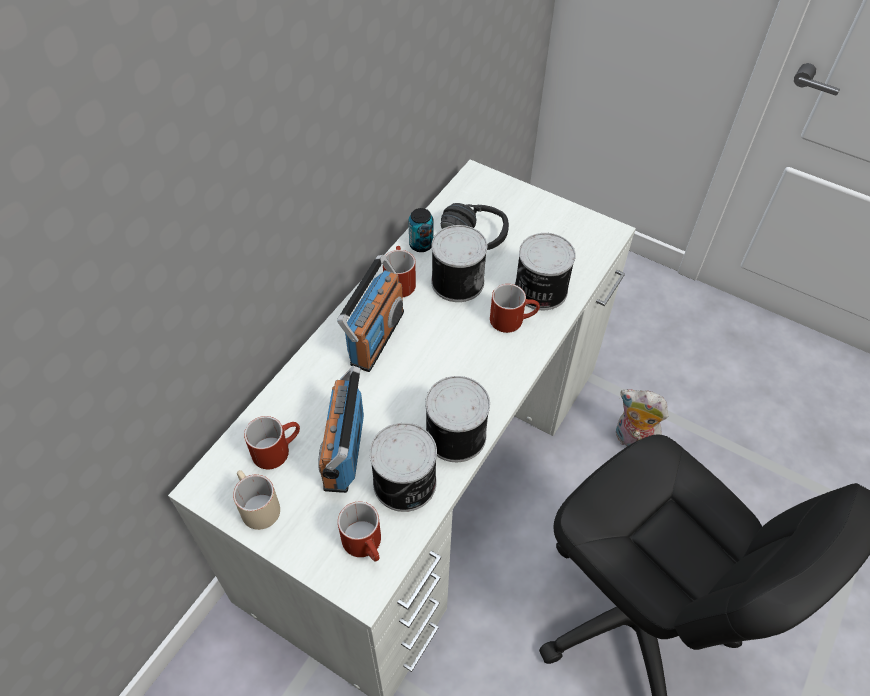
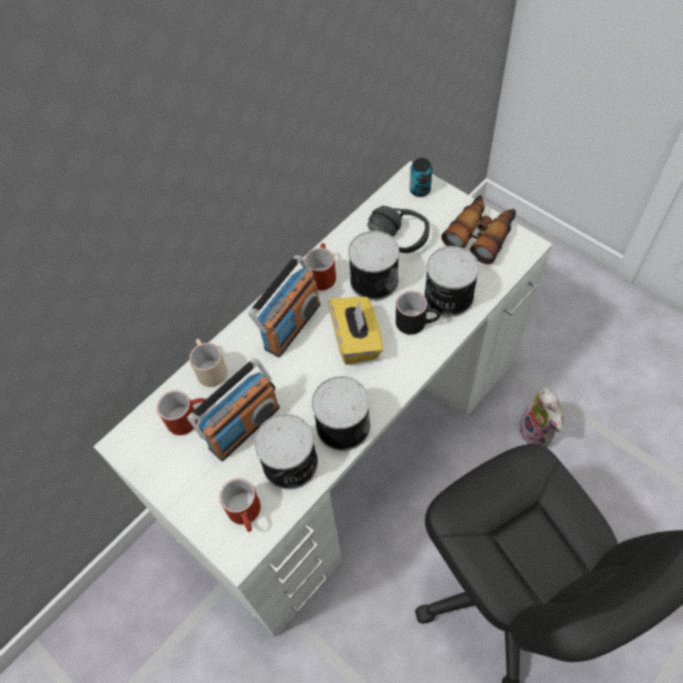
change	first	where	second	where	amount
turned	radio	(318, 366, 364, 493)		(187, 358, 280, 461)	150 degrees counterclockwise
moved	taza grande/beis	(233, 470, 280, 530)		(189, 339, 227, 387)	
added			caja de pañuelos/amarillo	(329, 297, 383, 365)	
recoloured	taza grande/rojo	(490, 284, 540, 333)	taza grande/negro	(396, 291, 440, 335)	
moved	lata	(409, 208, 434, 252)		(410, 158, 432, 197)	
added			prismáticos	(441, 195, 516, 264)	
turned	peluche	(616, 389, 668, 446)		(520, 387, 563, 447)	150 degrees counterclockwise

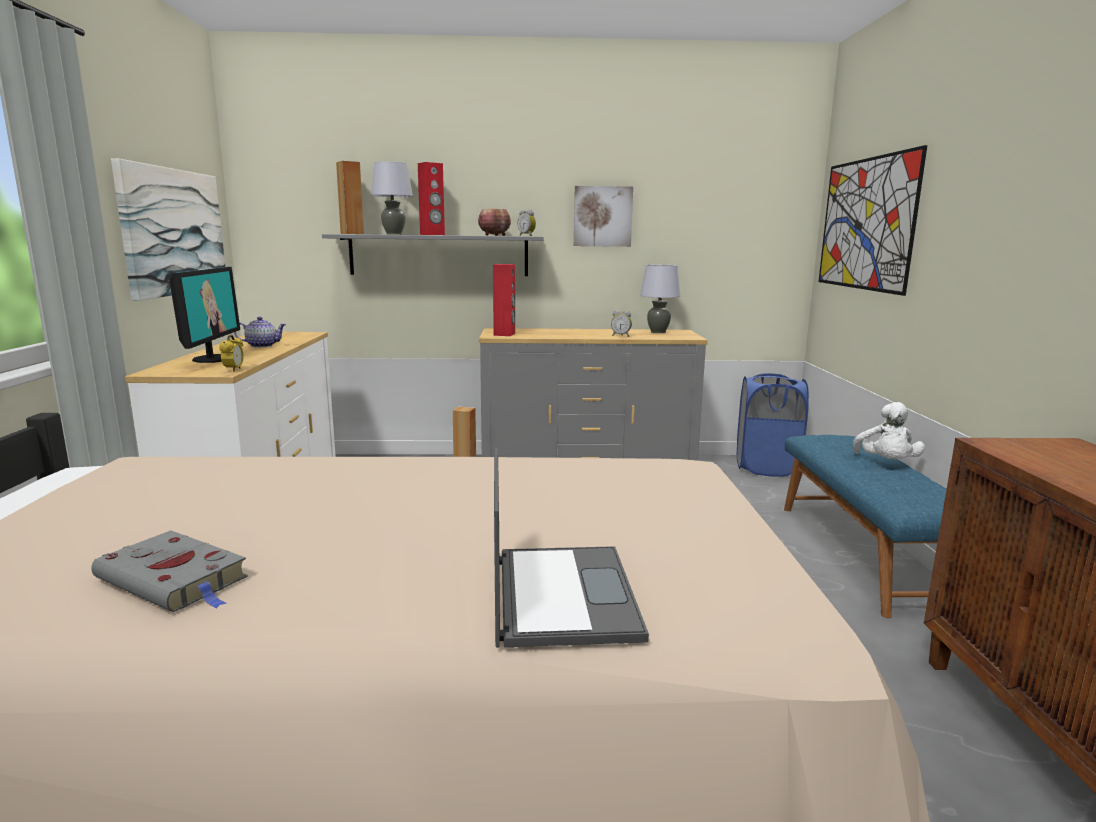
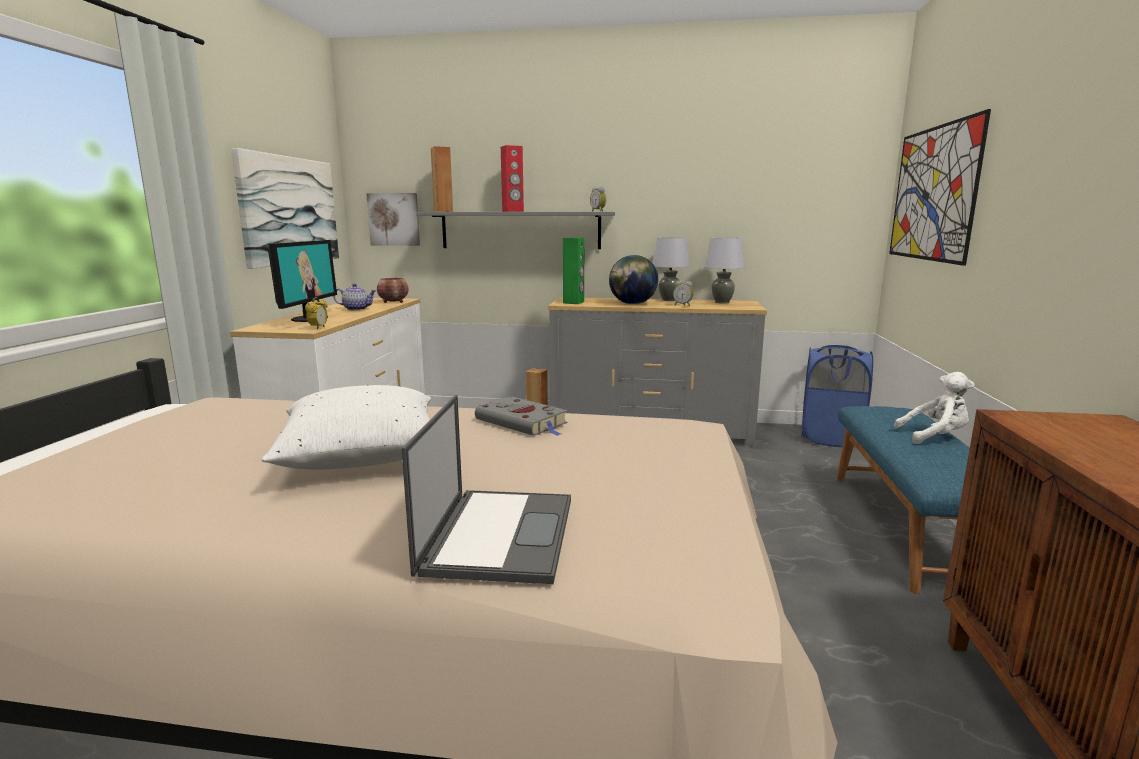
change	first	where	second	where	amount
added			cojín/blanco	(261, 385, 431, 470)	
moved	cuadro	(574, 186, 633, 247)		(366, 193, 420, 246)	
moved	cuenco	(478, 209, 511, 236)		(377, 278, 409, 303)	
moved	libro/gris	(91, 530, 248, 612)		(475, 396, 567, 436)	
recoloured	altavoz/rojo	(493, 264, 515, 336)	altavoz/verde	(563, 238, 585, 304)	
added			globo terráqueo	(609, 255, 658, 304)	
moved	lámpara de mesa/gris	(371, 162, 413, 235)		(652, 237, 690, 301)	
turned	peluche/blanco	(853, 402, 925, 459)		(894, 372, 975, 444)	105 degrees counterclockwise

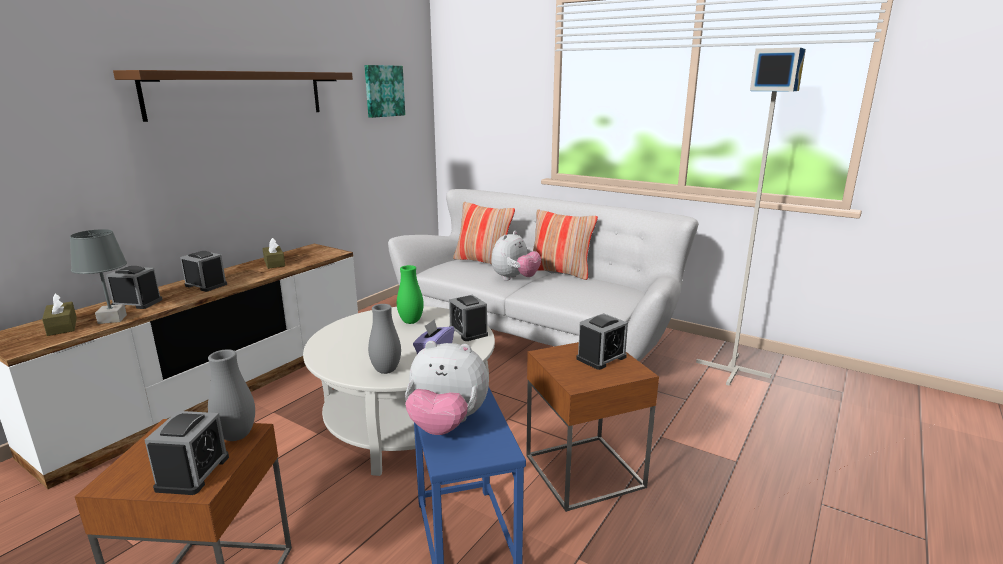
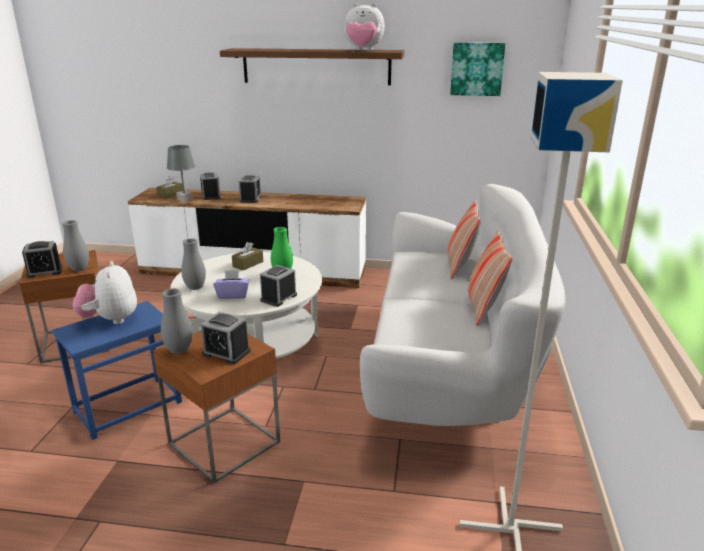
change	first	where	second	where	amount
added			florero/gris	(161, 289, 193, 354)	
moved	caja de pañuelos/marrón	(262, 238, 285, 269)		(232, 242, 263, 270)	
moved	peluche	(491, 231, 541, 280)		(344, 3, 385, 50)	

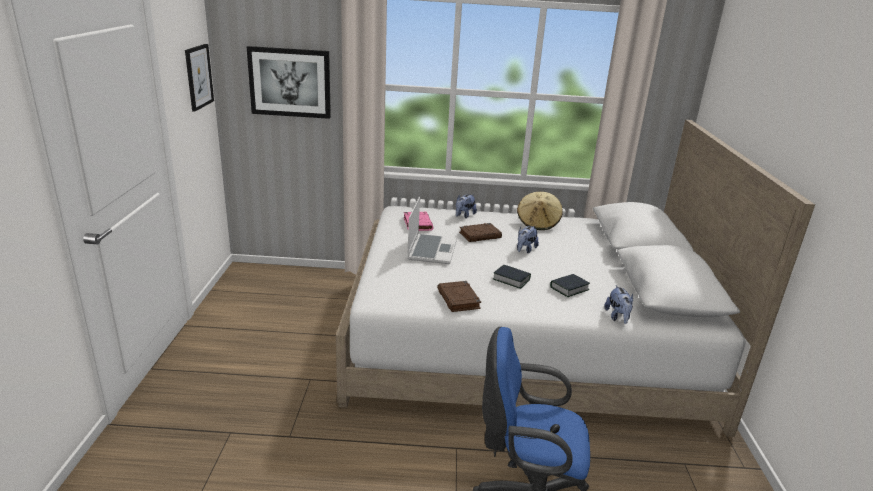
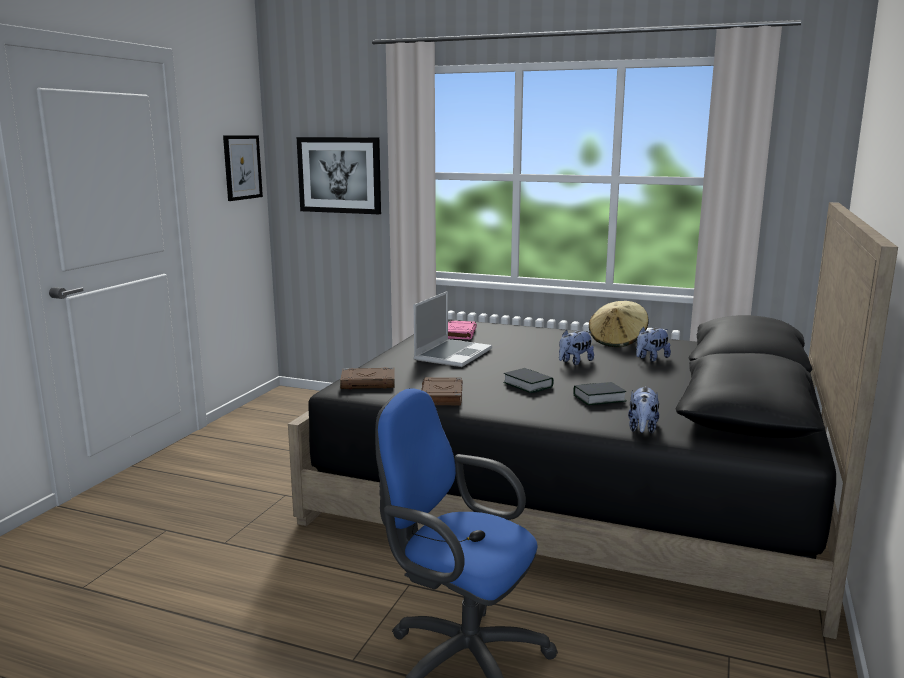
change	first	where	second	where	amount
recoloured	cama/blanco	(336, 120, 815, 437)	cama/negro	(288, 202, 898, 639)	
moved	libro/marrón	(459, 223, 502, 242)		(340, 367, 395, 389)	
moved	peluche	(456, 194, 477, 218)		(636, 326, 671, 362)	

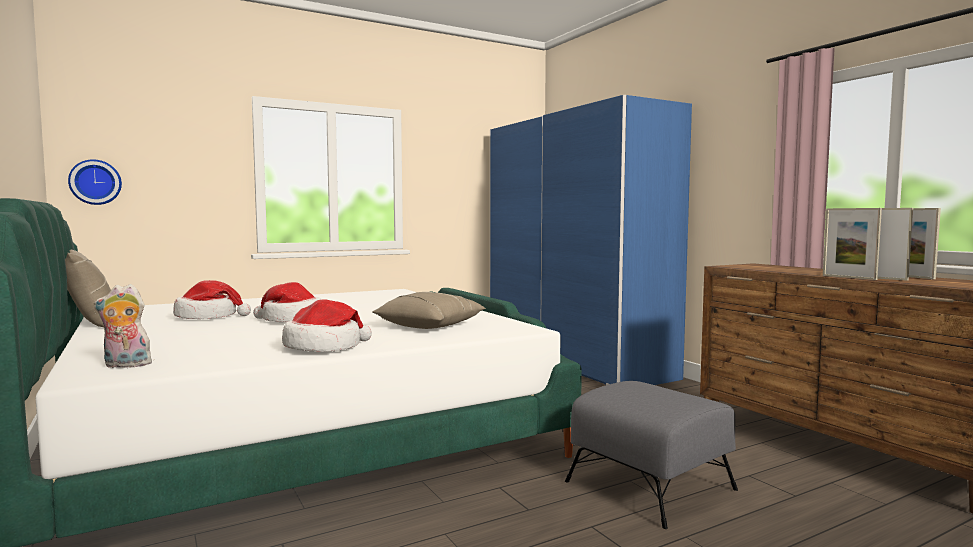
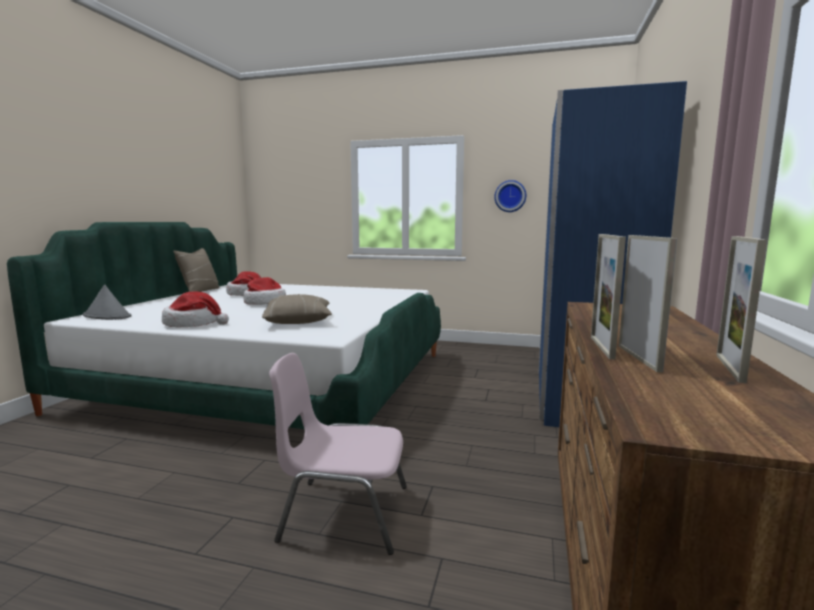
change	first	where	second	where	amount
replaced	peluche	(94, 284, 152, 369)	sombrero/gris	(83, 284, 132, 320)	
replaced	puf/gris	(565, 381, 738, 529)	silla/rosa	(269, 353, 407, 555)	
moved	reloj de pared	(68, 159, 122, 205)		(494, 180, 526, 212)	

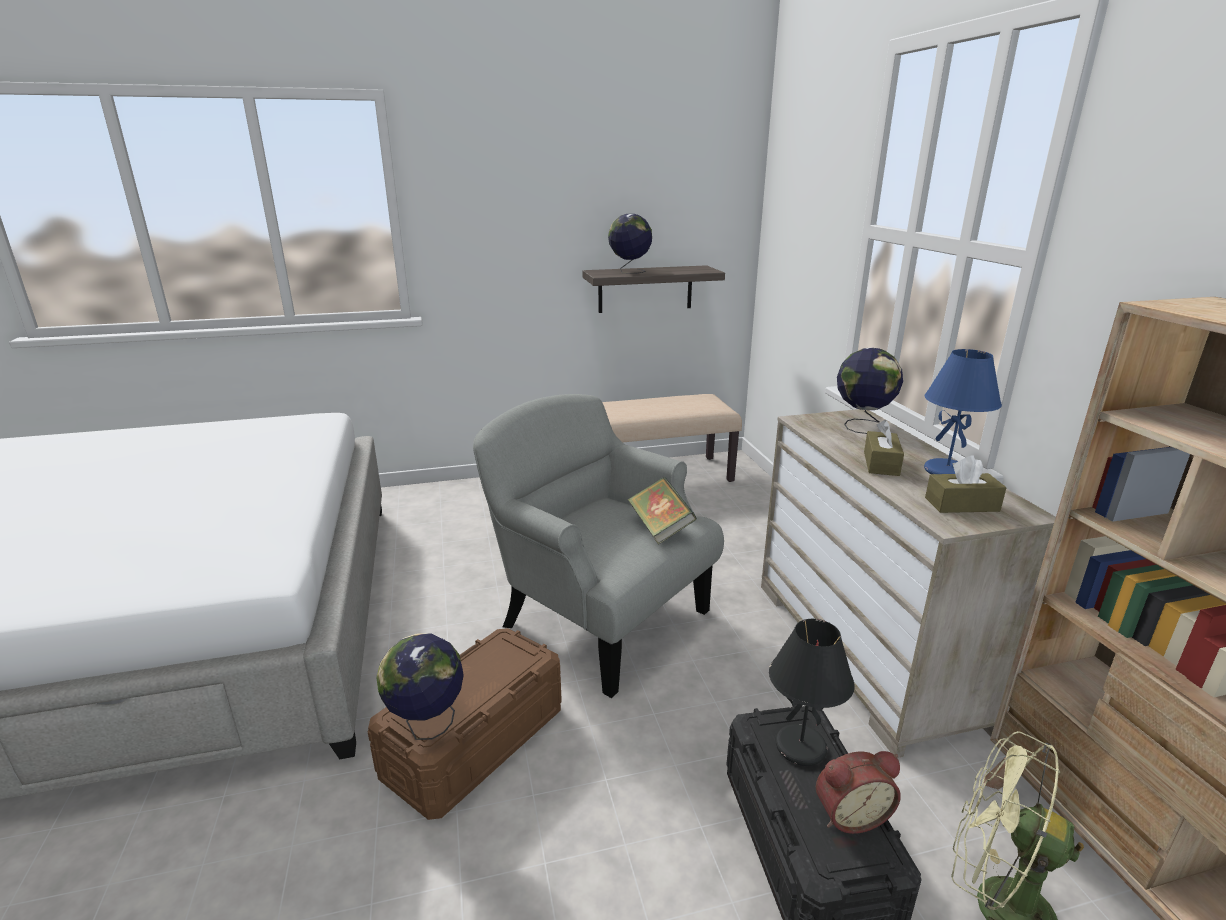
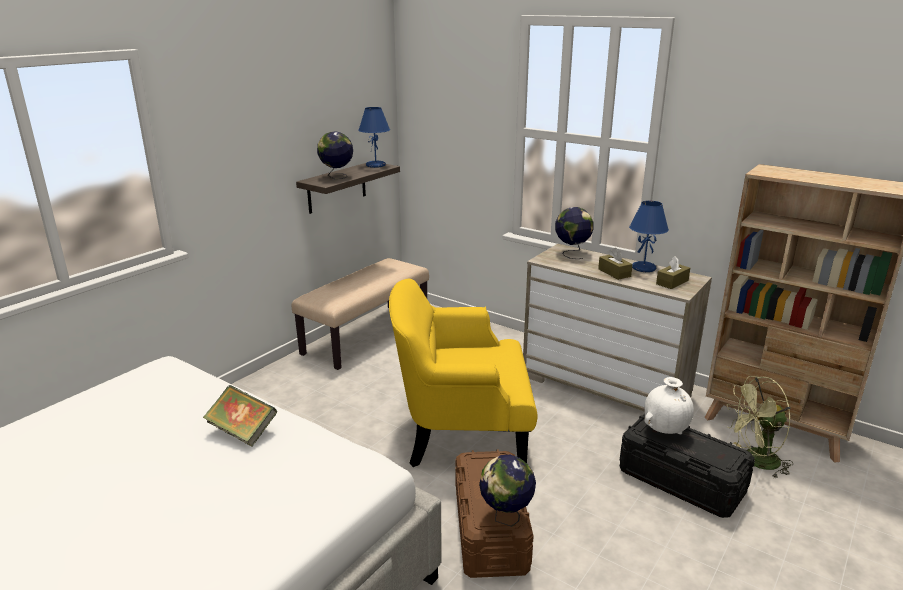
change	first	where	second	where	amount
moved	libro	(628, 477, 697, 544)		(203, 385, 277, 447)	
added			lámpara de mesa/azul	(358, 107, 390, 168)	
recoloured	sillón/gris	(473, 394, 724, 698)	sillón/amarillo	(389, 279, 537, 467)	
replaced	lámpara de mesa/negro	(769, 619, 855, 766)	florero/blanco	(644, 377, 694, 434)	
removed	despertador	(816, 751, 901, 834)			

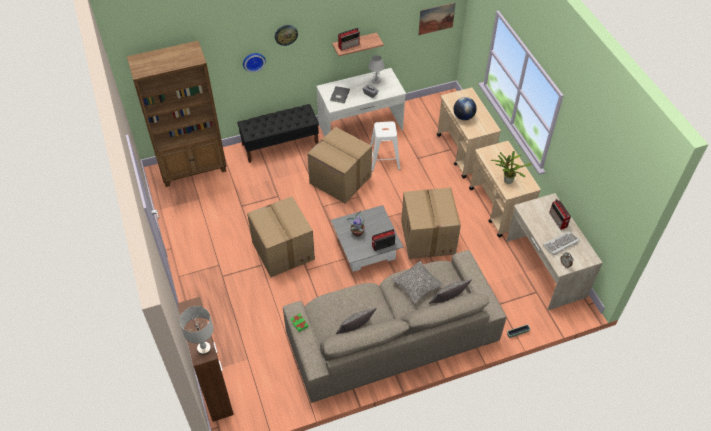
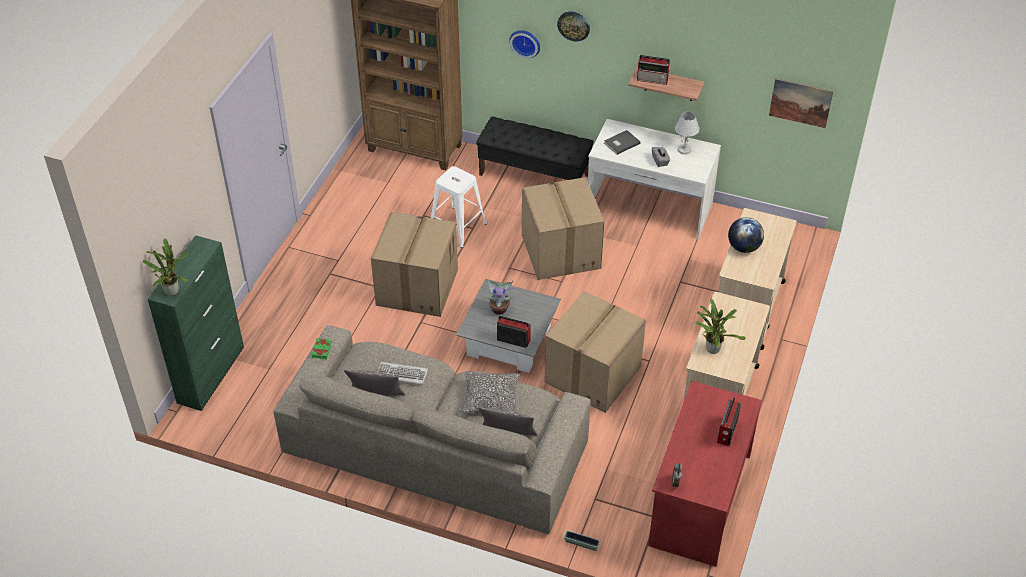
change	first	where	second	where	amount
replaced	lámpara de mesa/gris	(179, 306, 214, 355)	planta en maceta	(143, 239, 189, 296)	
recoloured	armario/marrón	(177, 297, 234, 422)	armario/verde	(147, 235, 244, 411)	
moved	teclado	(543, 231, 580, 255)		(377, 362, 428, 386)	
moved	taburete/blanco	(370, 121, 400, 172)		(431, 166, 487, 248)	
recoloured	escritorio/beis	(507, 193, 602, 310)	escritorio/rojo	(648, 381, 762, 567)	

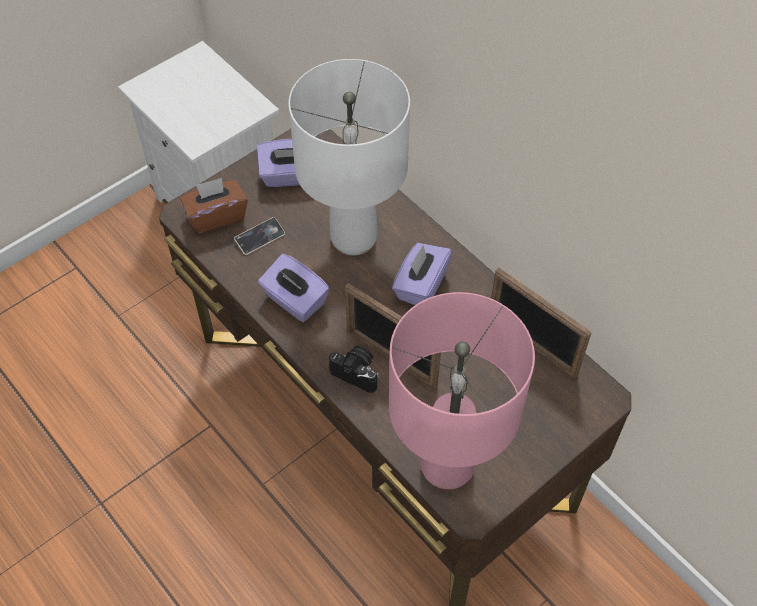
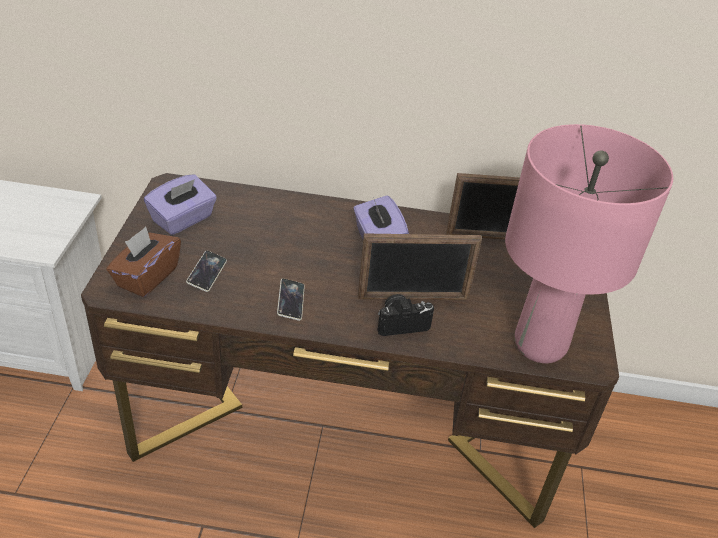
change	first	where	second	where	amount
replaced	caja de pañuelos/morado	(258, 254, 330, 322)	móvil	(277, 278, 305, 321)	
removed	lámpara de mesa/blanco	(289, 59, 410, 255)			

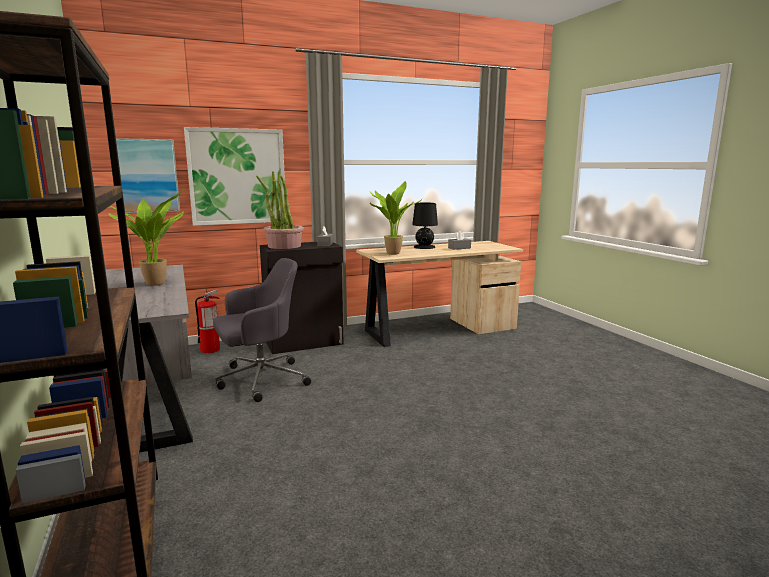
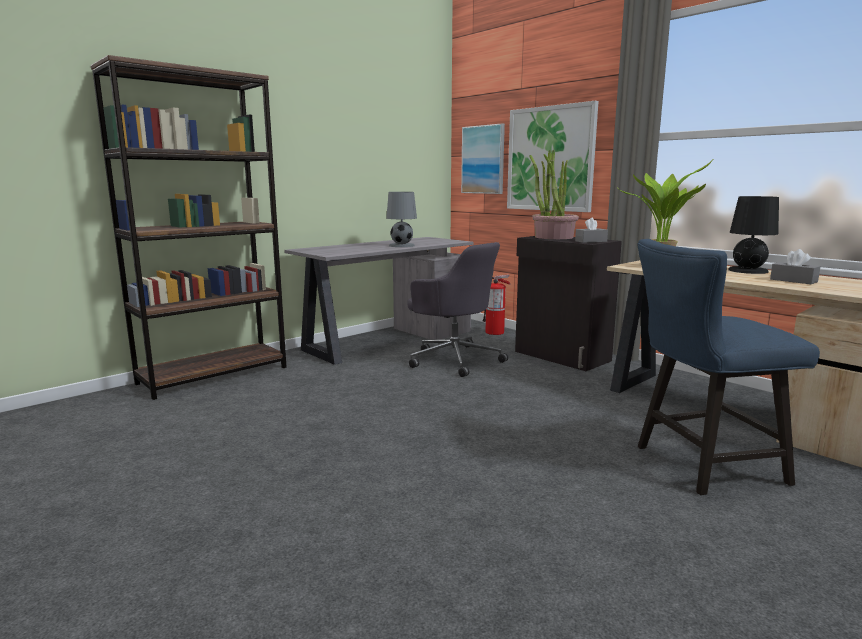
change	first	where	second	where	amount
replaced	planta en maceta	(108, 188, 184, 286)	lámpara de mesa/gris	(386, 192, 417, 247)	
added			silla/azul	(637, 239, 820, 495)	

